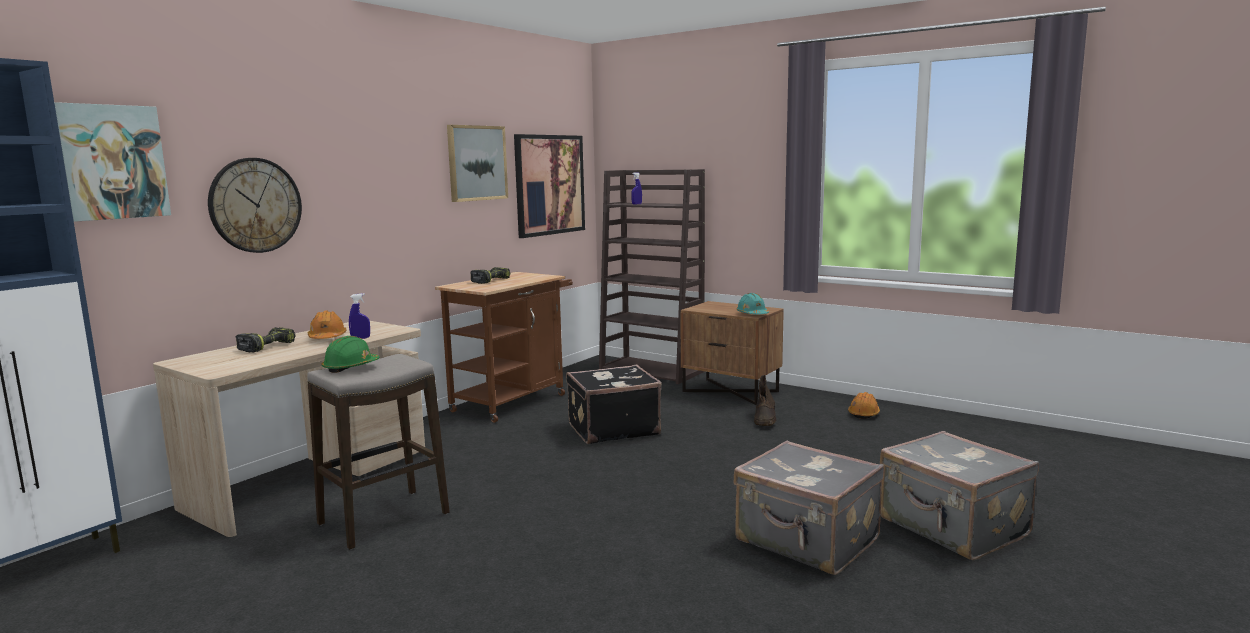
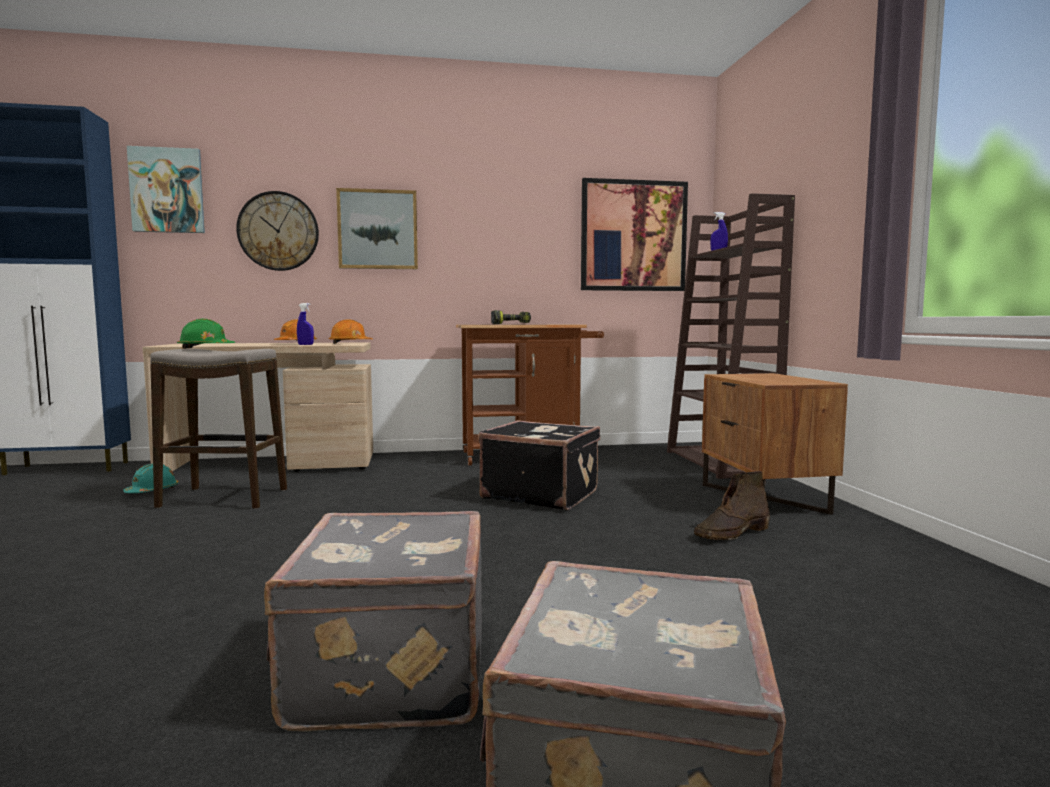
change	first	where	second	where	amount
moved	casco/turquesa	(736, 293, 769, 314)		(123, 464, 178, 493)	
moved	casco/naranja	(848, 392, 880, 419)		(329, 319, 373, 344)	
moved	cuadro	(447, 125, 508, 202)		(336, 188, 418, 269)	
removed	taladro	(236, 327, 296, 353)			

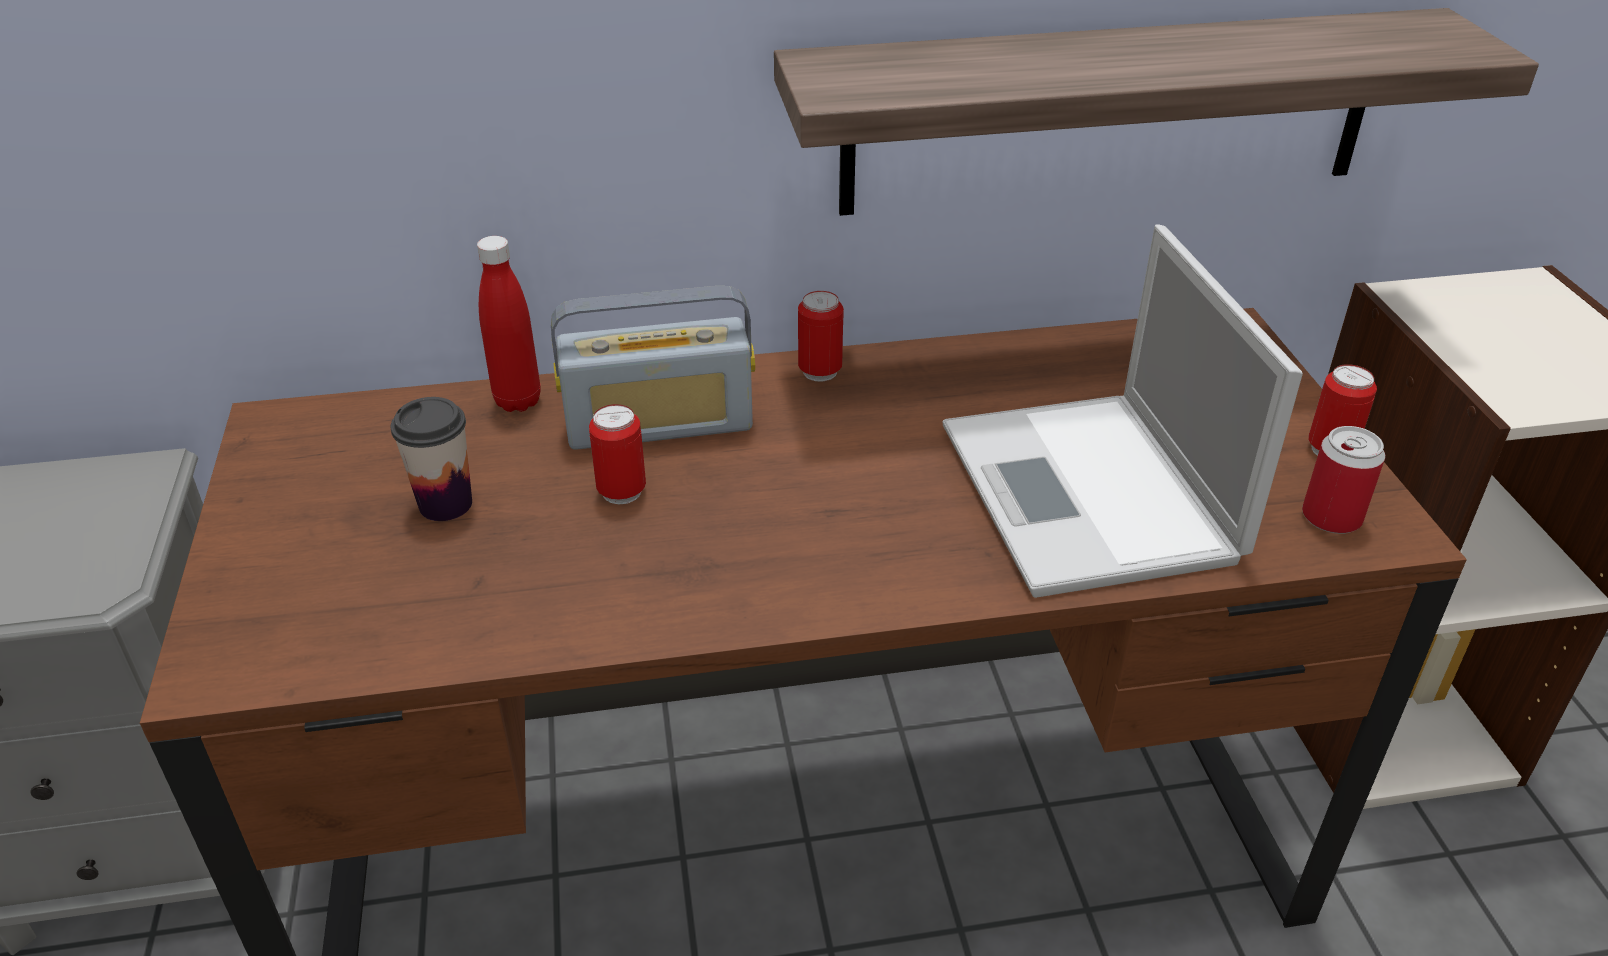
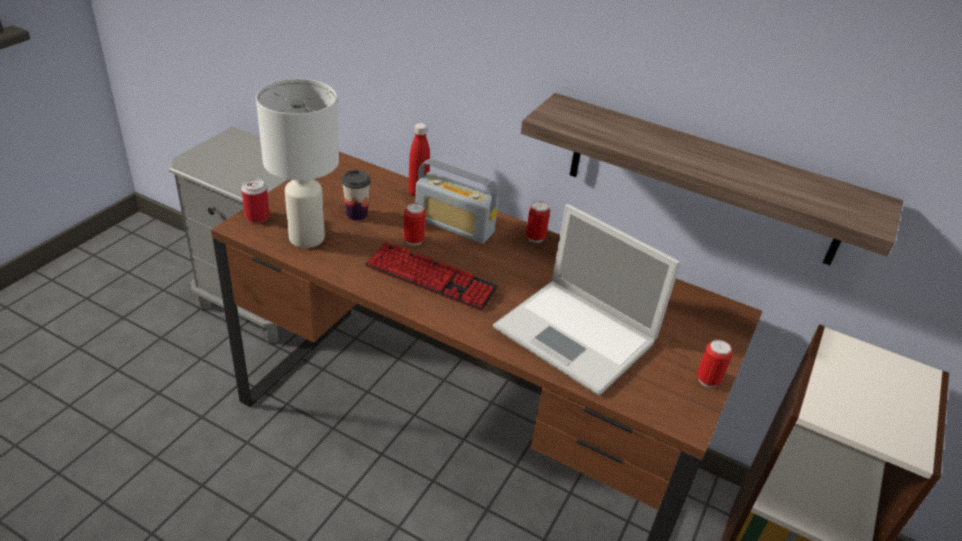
change	first	where	second	where	amount
moved	lata	(1302, 426, 1385, 534)		(241, 179, 270, 223)	
added			lámpara de mesa/blanco	(256, 79, 339, 248)	
added			teclado	(365, 241, 499, 311)	
turned	portátil	(943, 224, 1303, 598)		(493, 204, 681, 396)	75 degrees counterclockwise

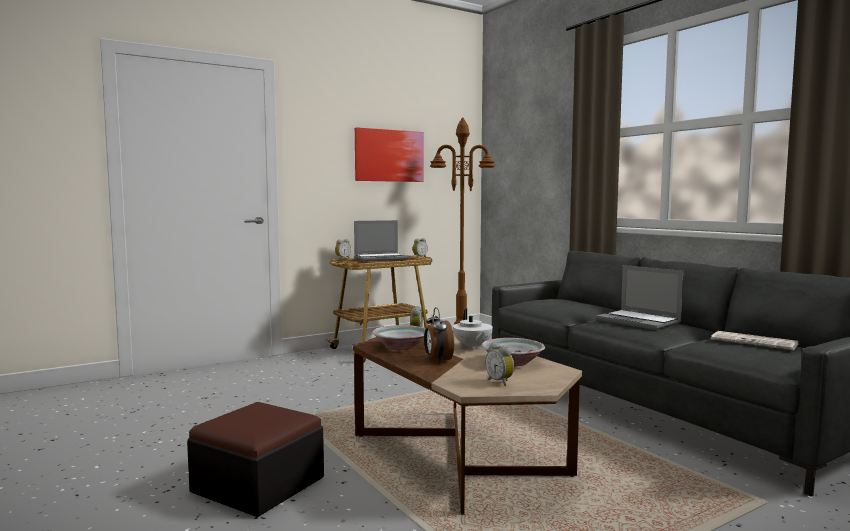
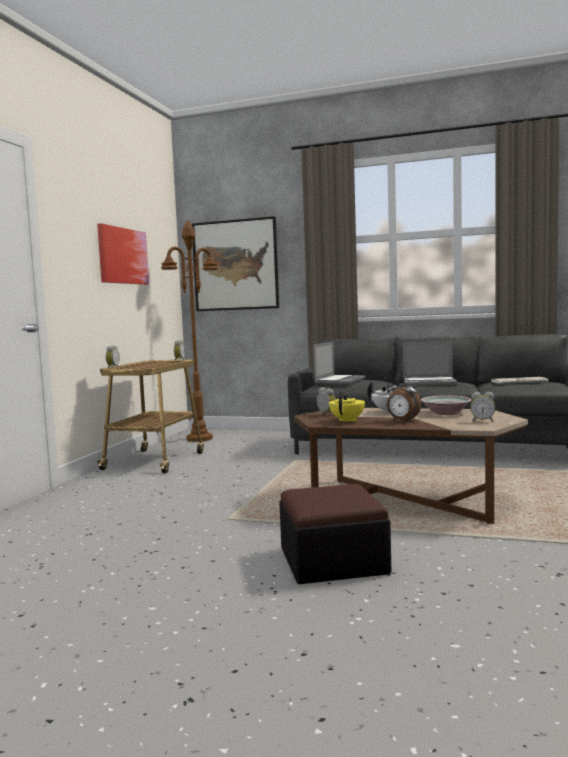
change	first	where	second	where	amount
added			cuadro	(192, 216, 279, 311)	
moved	portátil	(354, 220, 409, 261)		(314, 342, 366, 384)	
replaced	cuenco	(372, 325, 426, 350)	tetera/amarillo	(329, 392, 365, 423)	

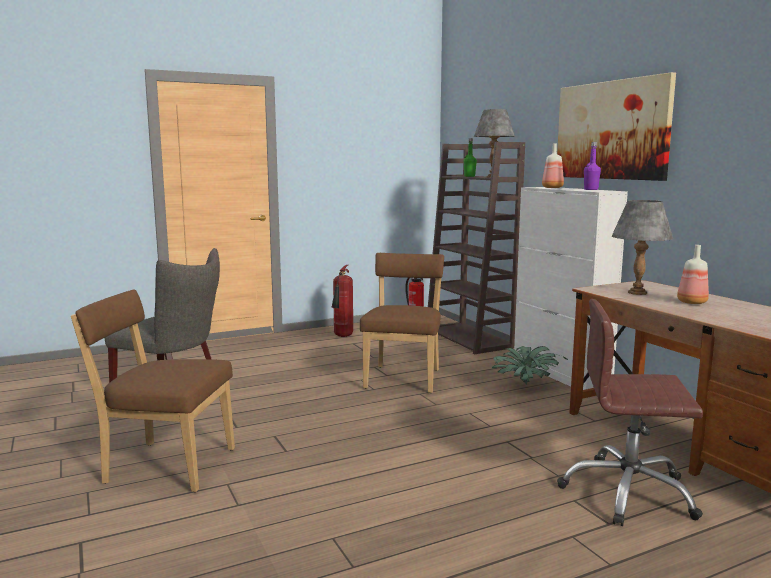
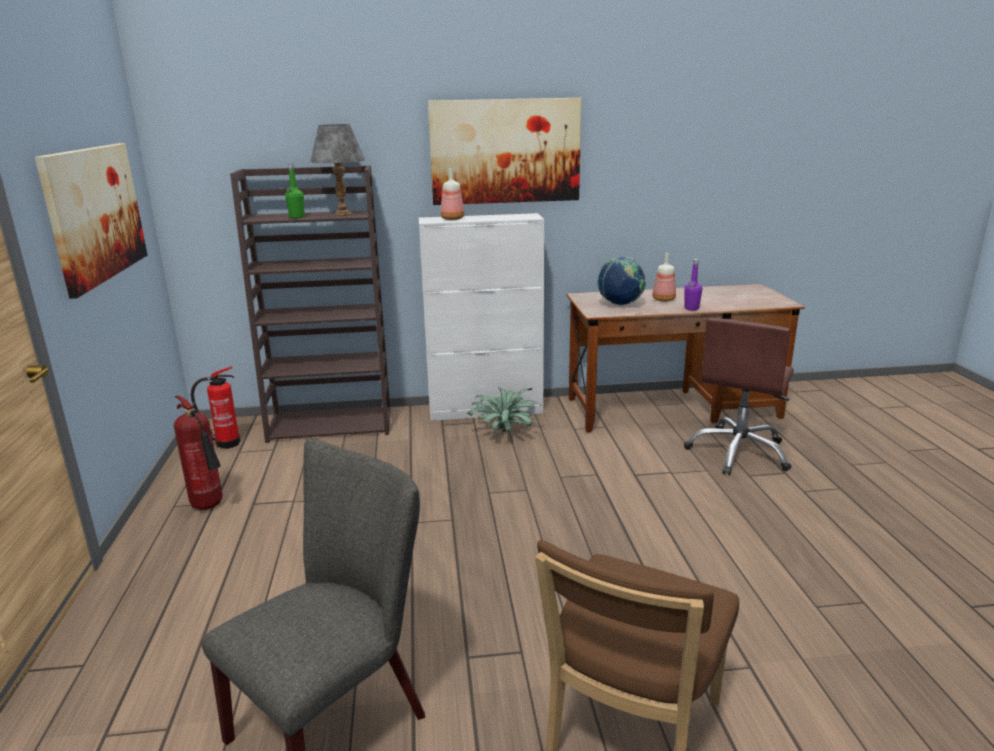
change	first	where	second	where	amount
added			cuadro	(35, 143, 147, 299)	
replaced	lámpara de mesa/gris	(612, 200, 673, 295)	globo terráqueo	(597, 257, 646, 306)	
moved	botella/morado	(584, 142, 601, 190)		(684, 259, 702, 310)	
removed	silla/marrón	(360, 253, 444, 393)			

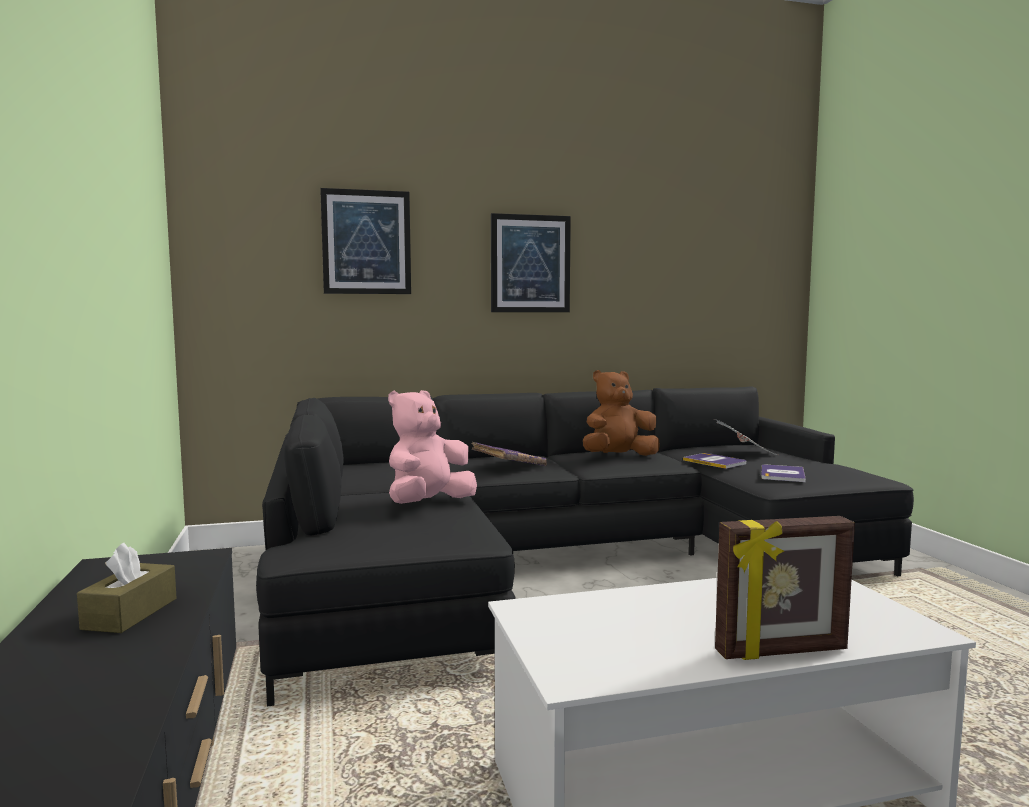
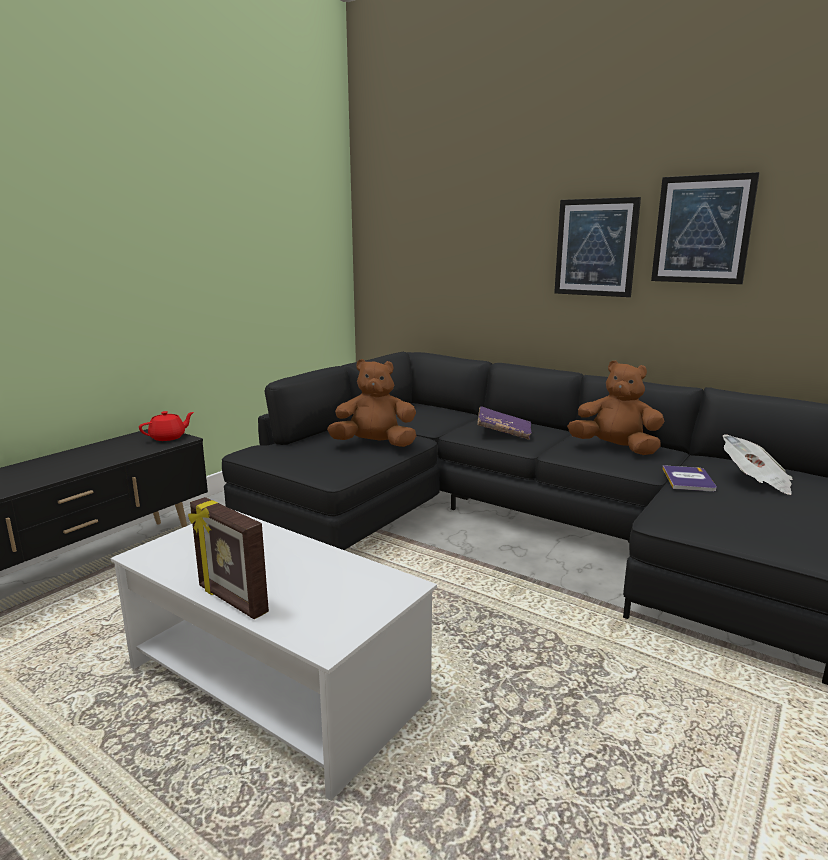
change	first	where	second	where	amount
added			tetera/rojo	(139, 411, 194, 441)	
recoloured	peluche/rosa	(388, 390, 477, 504)	peluche/marrón	(327, 359, 416, 447)	
moved	cuadro	(320, 188, 411, 294)		(651, 172, 759, 284)	
removed	caja de pañuelos/marrón	(77, 543, 177, 633)			
removed	libro	(761, 465, 806, 482)			

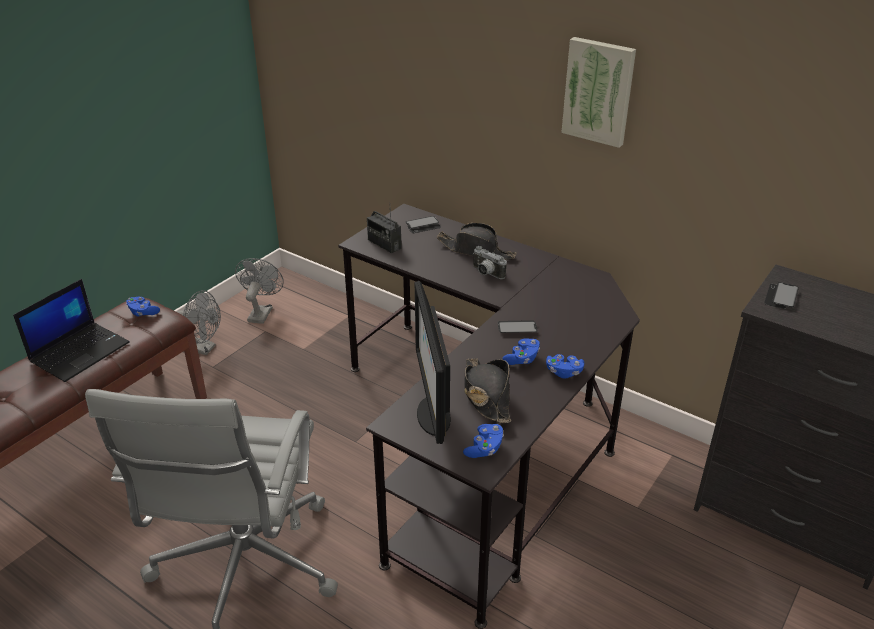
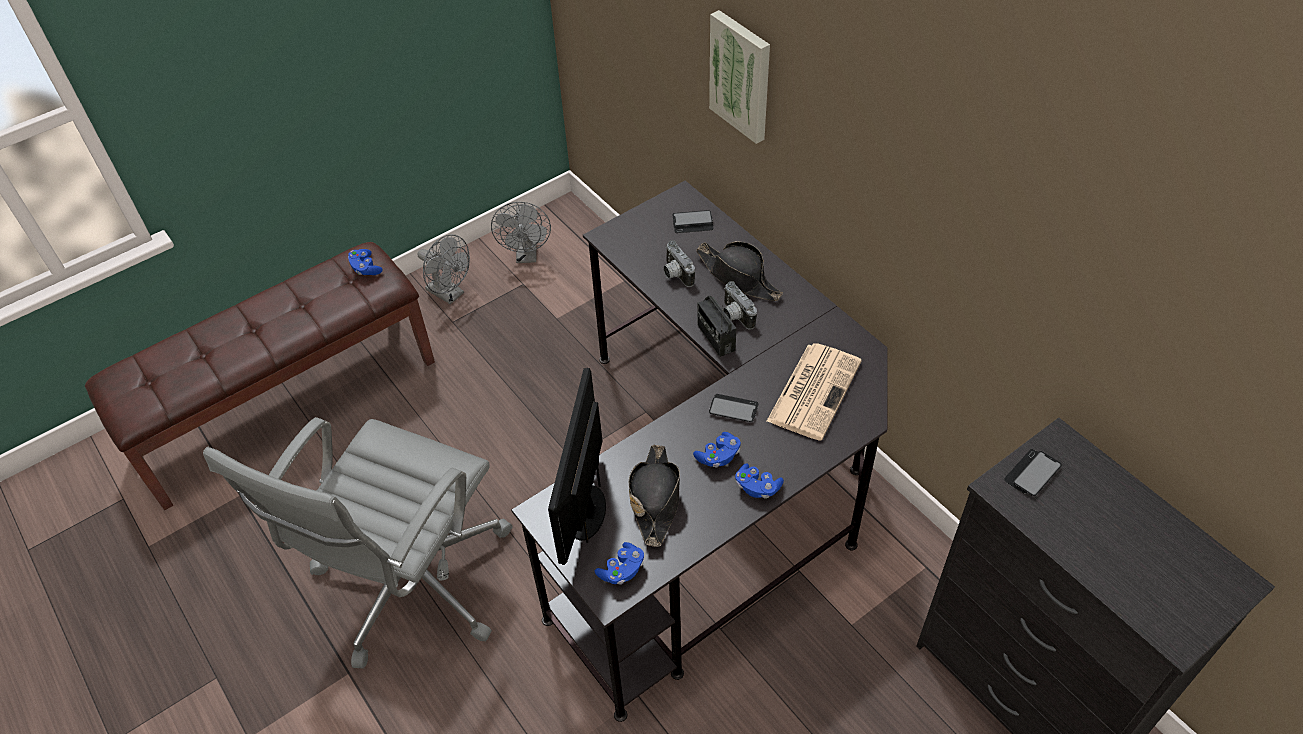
change	first	where	second	where	amount
turned	ventilador/gris	(235, 258, 284, 324)		(491, 202, 551, 263)	150 degrees clockwise
added			cámara	(663, 240, 695, 287)	
moved	radio	(367, 210, 402, 253)		(698, 296, 736, 357)	
moved	cuadro	(561, 37, 636, 148)		(709, 10, 770, 144)	
added			periódico	(766, 343, 862, 441)	
removed	portátil	(13, 279, 130, 382)			

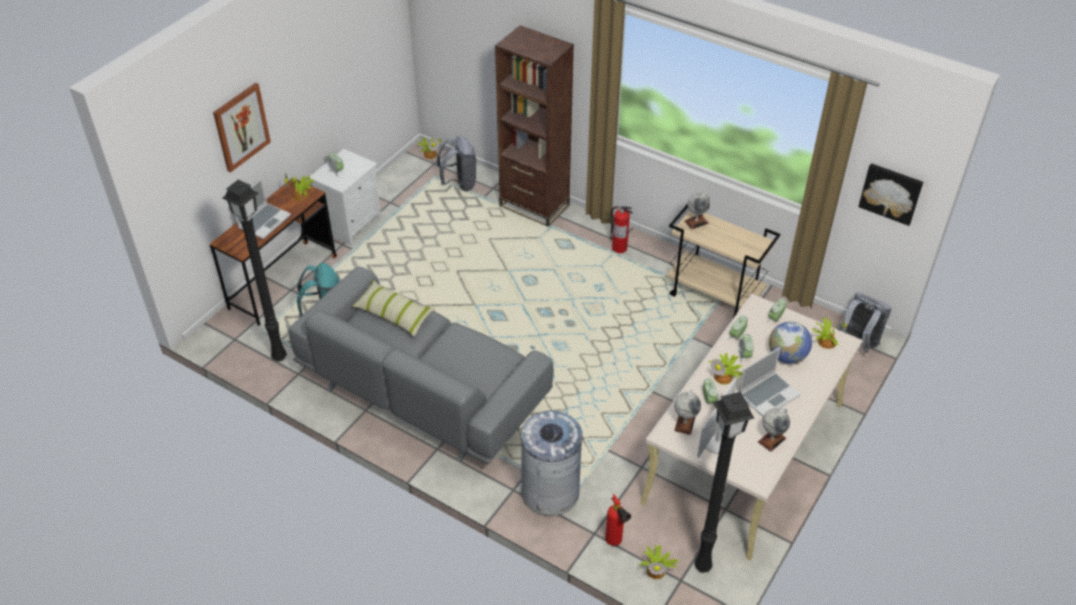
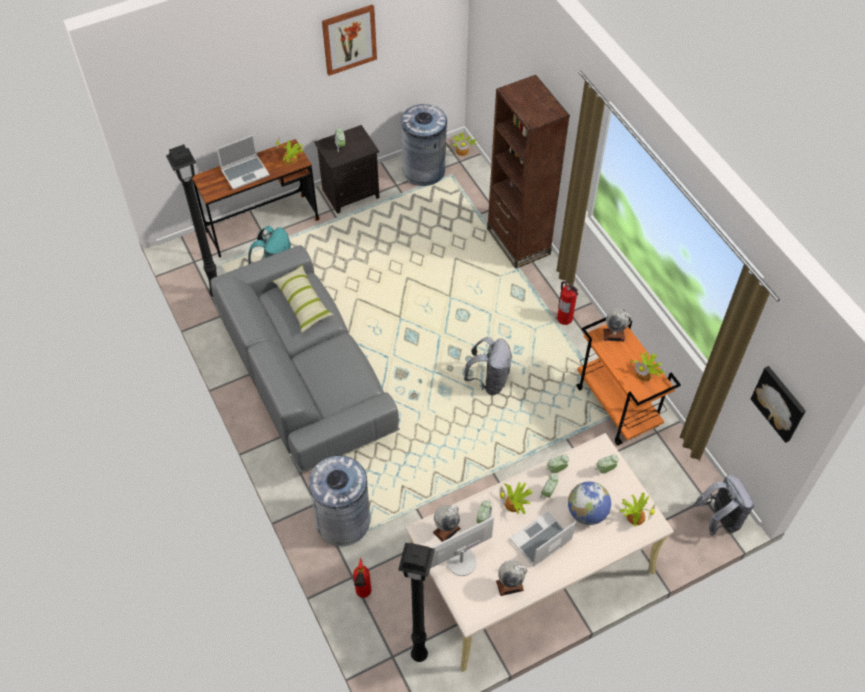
change	first	where	second	where	amount
recoloured	mesita de noche/blanco	(308, 149, 381, 245)	mesita de noche/negro	(314, 125, 379, 214)	
moved	cuadro	(213, 83, 271, 173)		(322, 4, 377, 76)	
added			papelera/gris	(401, 104, 447, 186)	
moved	mochila/gris	(437, 136, 476, 191)		(464, 337, 512, 395)	
turned	portátil	(739, 347, 801, 417)		(510, 511, 576, 567)	150 degrees clockwise
recoloured	carrito/beis	(667, 204, 780, 318)	carrito/naranja	(576, 310, 681, 445)	
moved	planta en maceta	(639, 544, 679, 579)		(630, 351, 665, 381)	

